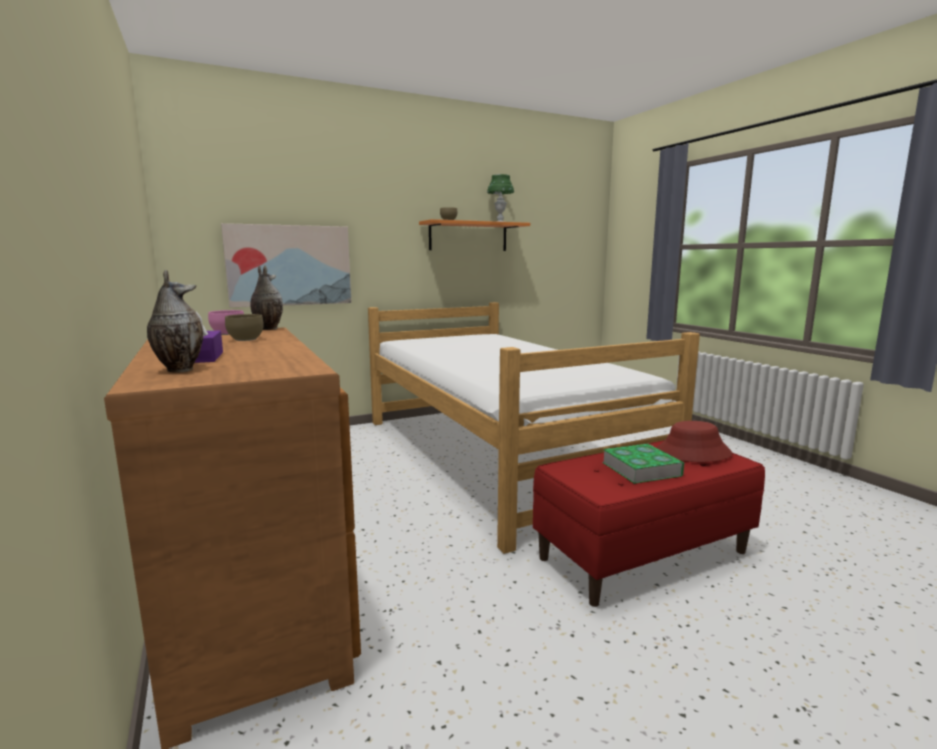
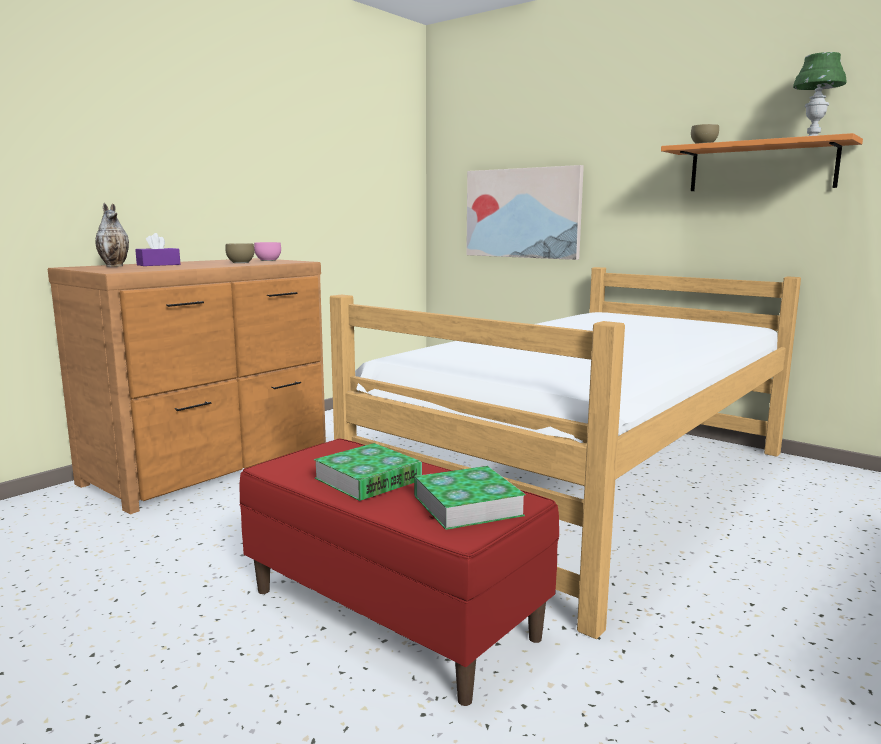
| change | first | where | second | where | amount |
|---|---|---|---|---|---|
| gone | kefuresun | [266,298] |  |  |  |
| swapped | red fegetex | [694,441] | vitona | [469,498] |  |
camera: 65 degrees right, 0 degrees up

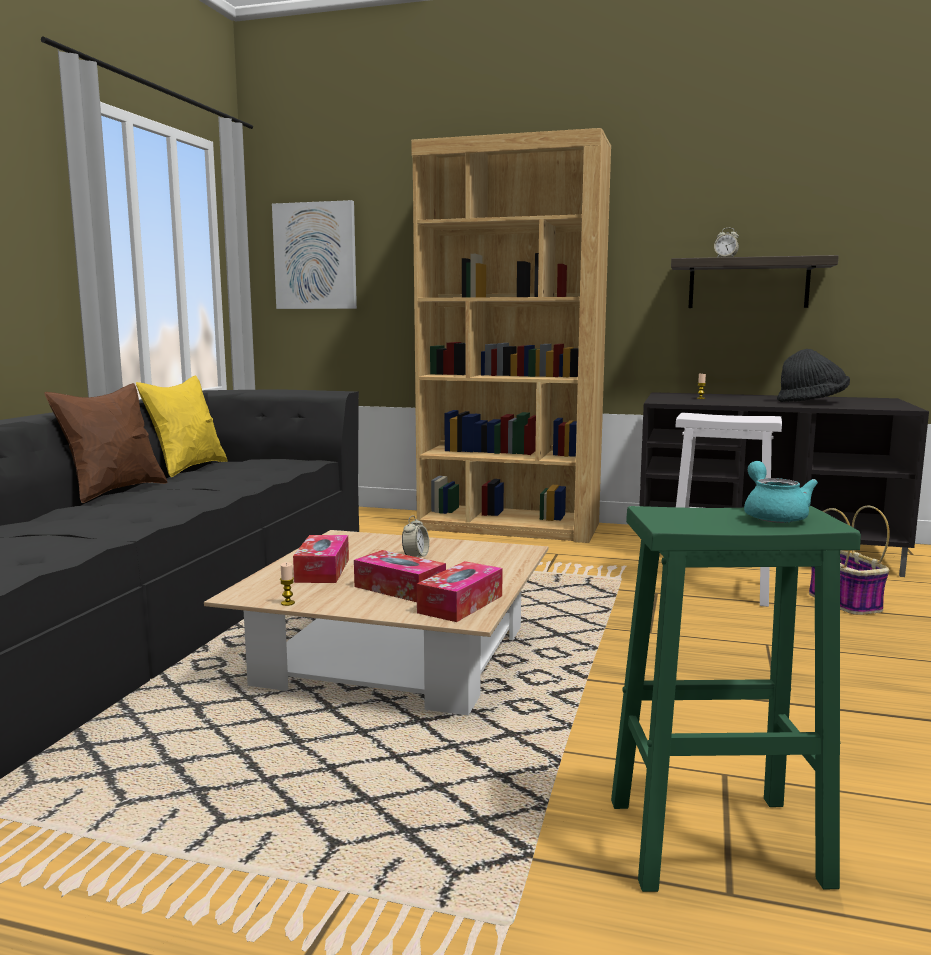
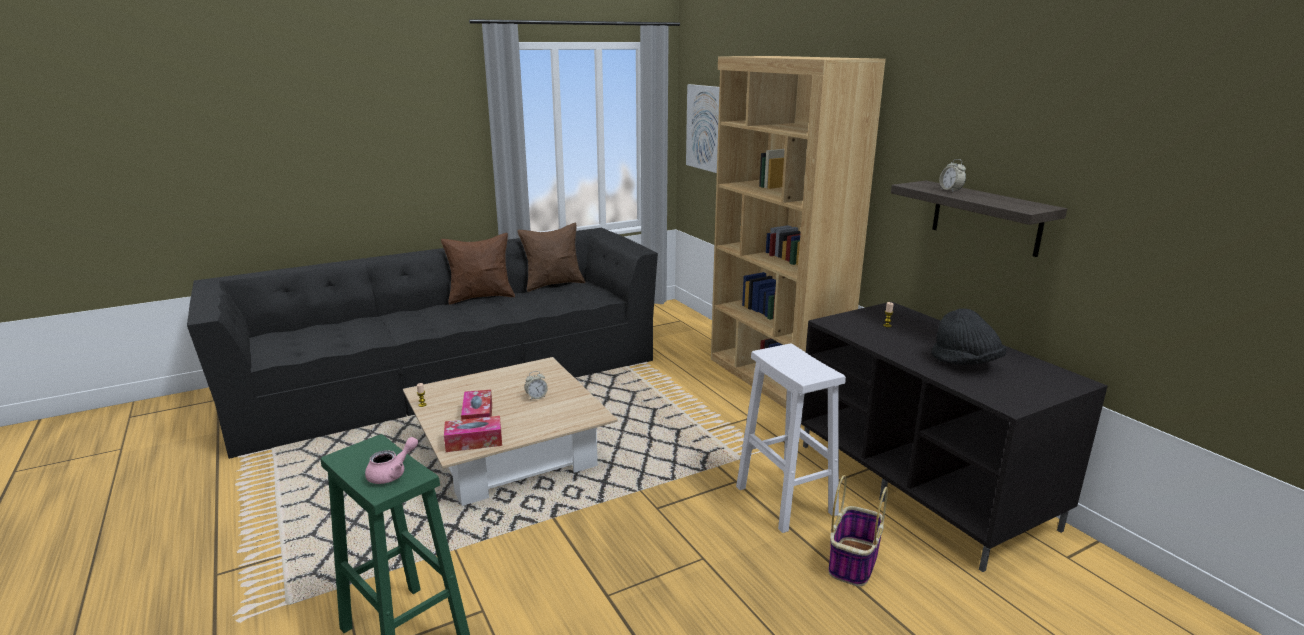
| change | first | where | second | where | amount |
|---|---|---|---|---|---|
| gone | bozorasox | [321,559] |  |  |  |
| repainted | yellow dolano | [182,426] | brown dolano | [551,257] |  |
| repainted | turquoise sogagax | [781,492] | pink sogagax | [391,460] |  |
camera: 45 degrees right, 10 degrees up

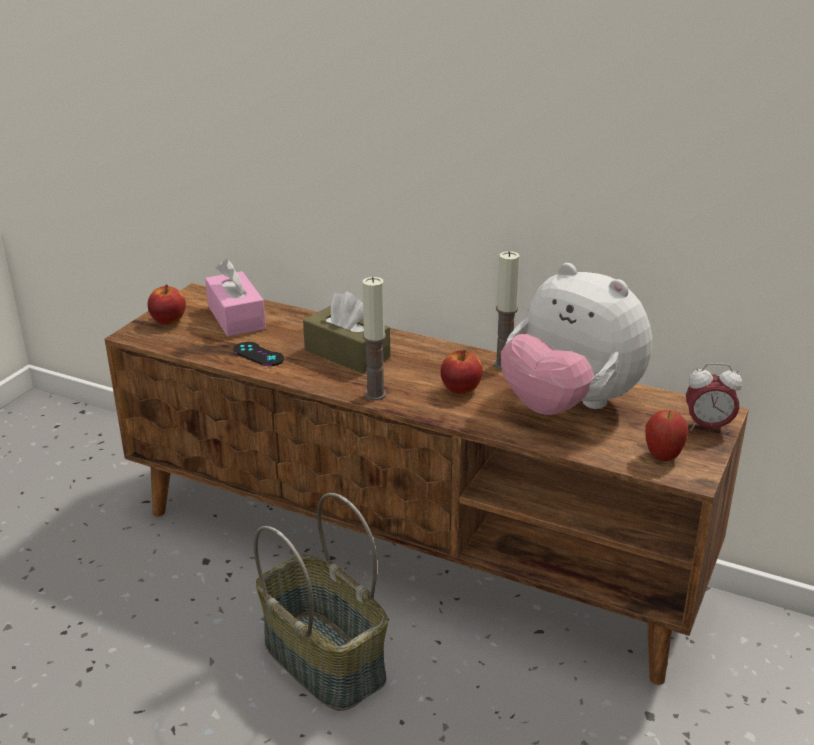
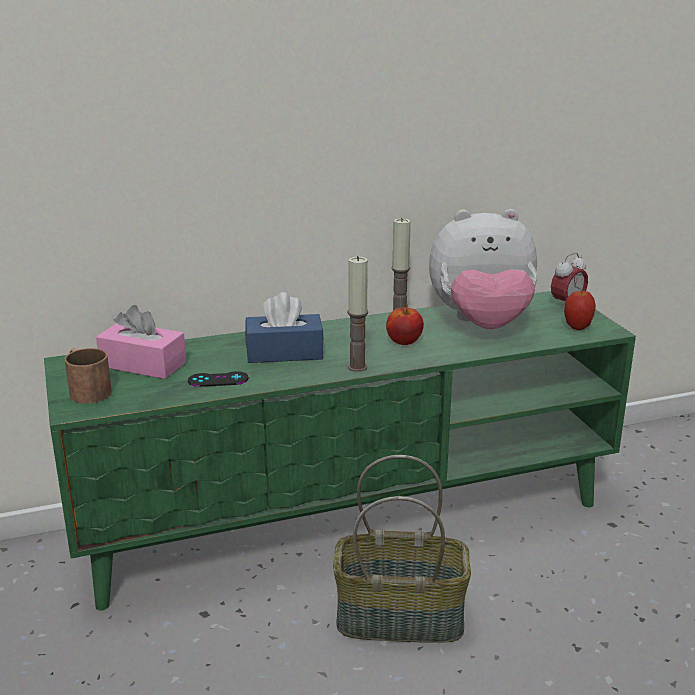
| change | first | where | second | where | amount |
|---|---|---|---|---|---|
| swapped | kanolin | [167,305] | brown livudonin | [88,375] |  |
| repainted | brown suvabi | [427,484] | green suvabi | [340,450] |  |
| repainted | brown bozorasox | [346,332] | blue bozorasox | [284,327] |  |
camera: 45 degrees left, 5 degrees down

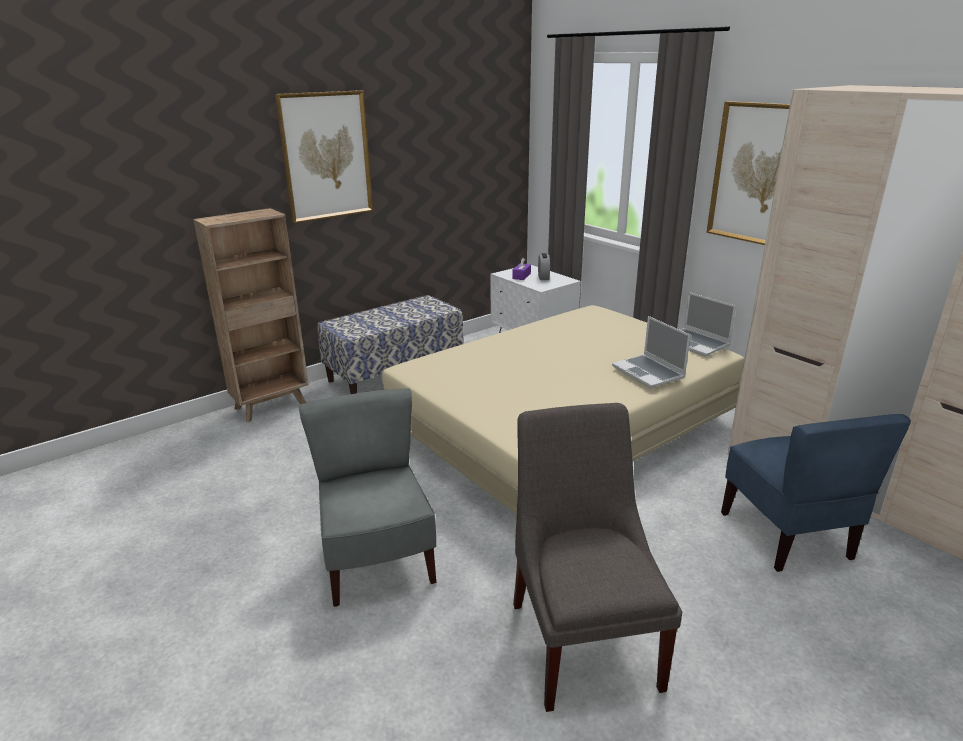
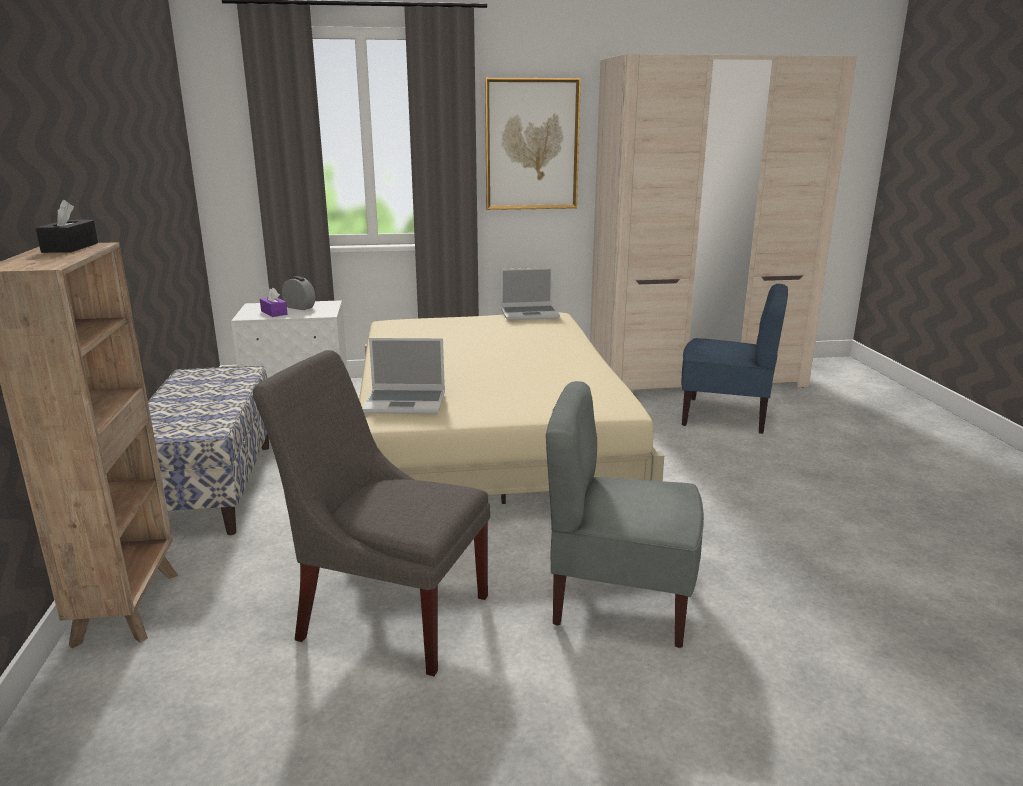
| change | first | where | second | where | amount |
|---|---|---|---|---|---|
| gone | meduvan | [324,156] |  |  |  |
| new |  |  | black bozorasox | [67,226] |  |
| shifted | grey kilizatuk | [597,557] |  | [371,513] |  |
| shifted | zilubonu | [651,352] |  | [403,376] |  |
camera: 60 degrees left, 5 degrees down

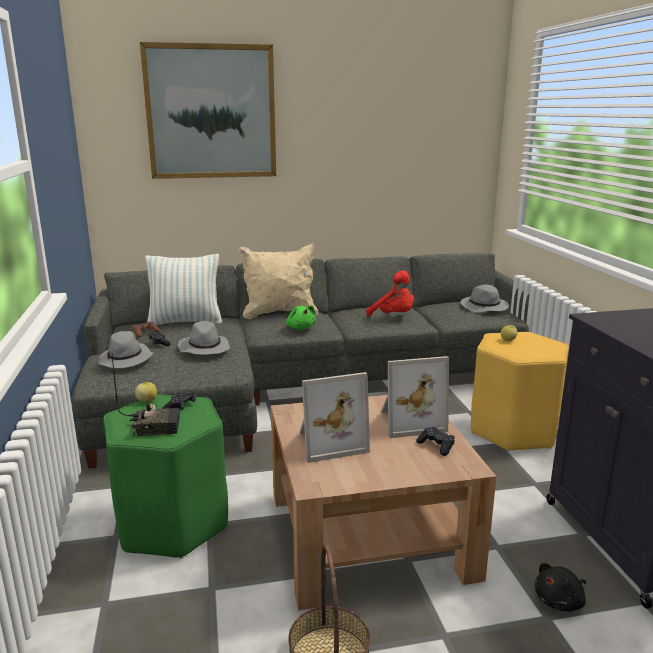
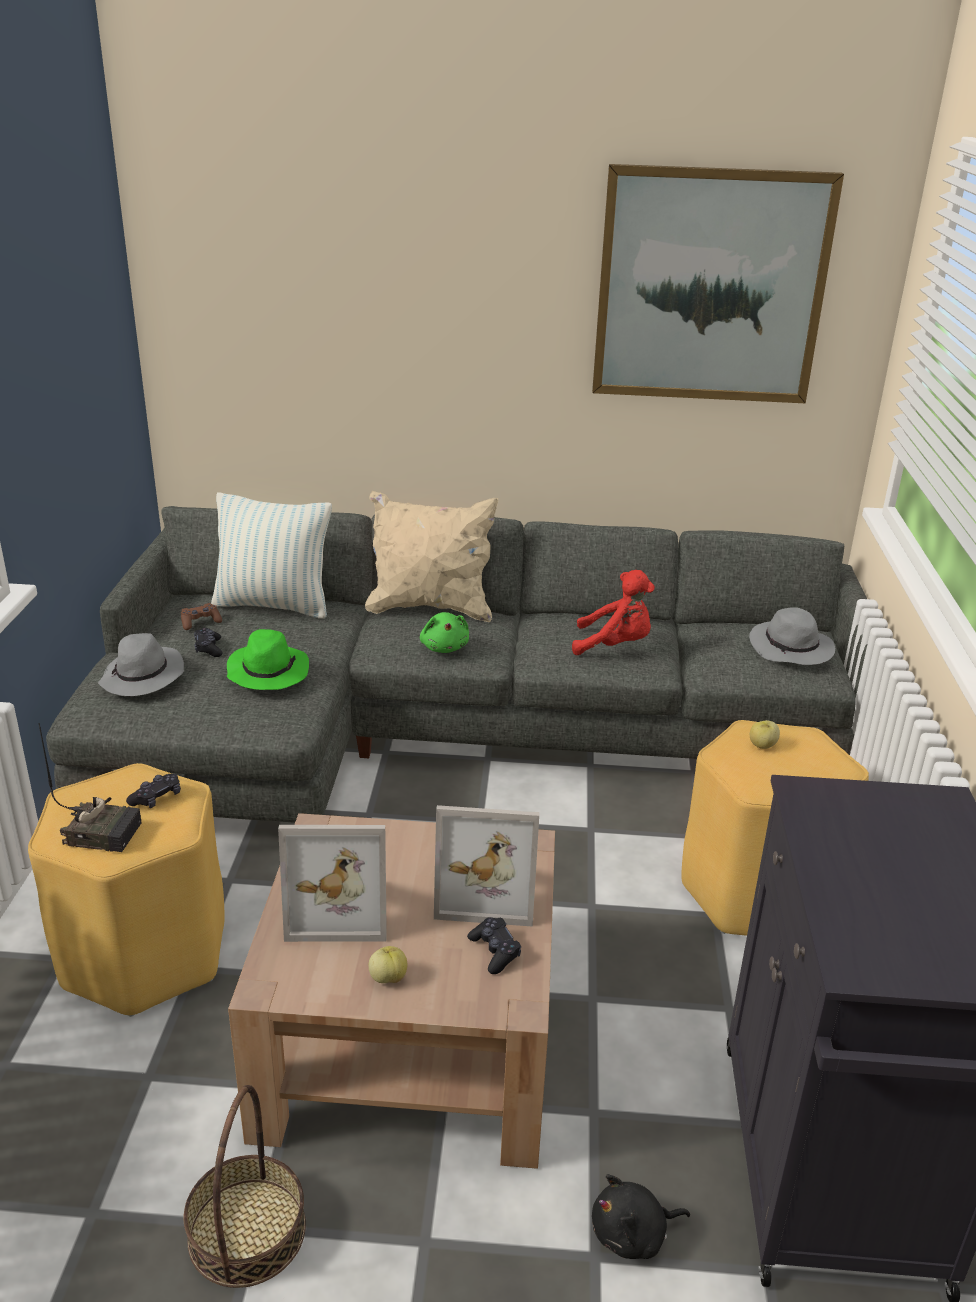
| change | first | where | second | where | amount |
|---|---|---|---|---|---|
| shifted | kanolin | [146,392] |  | [388,964] |  |
| shifted | meduvan | [208,110] |  | [718,283] |  |
| repainted | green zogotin | [165,476] | yellow zogotin | [126,890] |  |
| repainted | grey fegetex | [204,338] | green fegetex | [268,659] |  |
| rotated | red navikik | [390,293] |  | [613,612] | 45 degrees counterclockwise |
camera: 15 degrees right, 10 degrees up

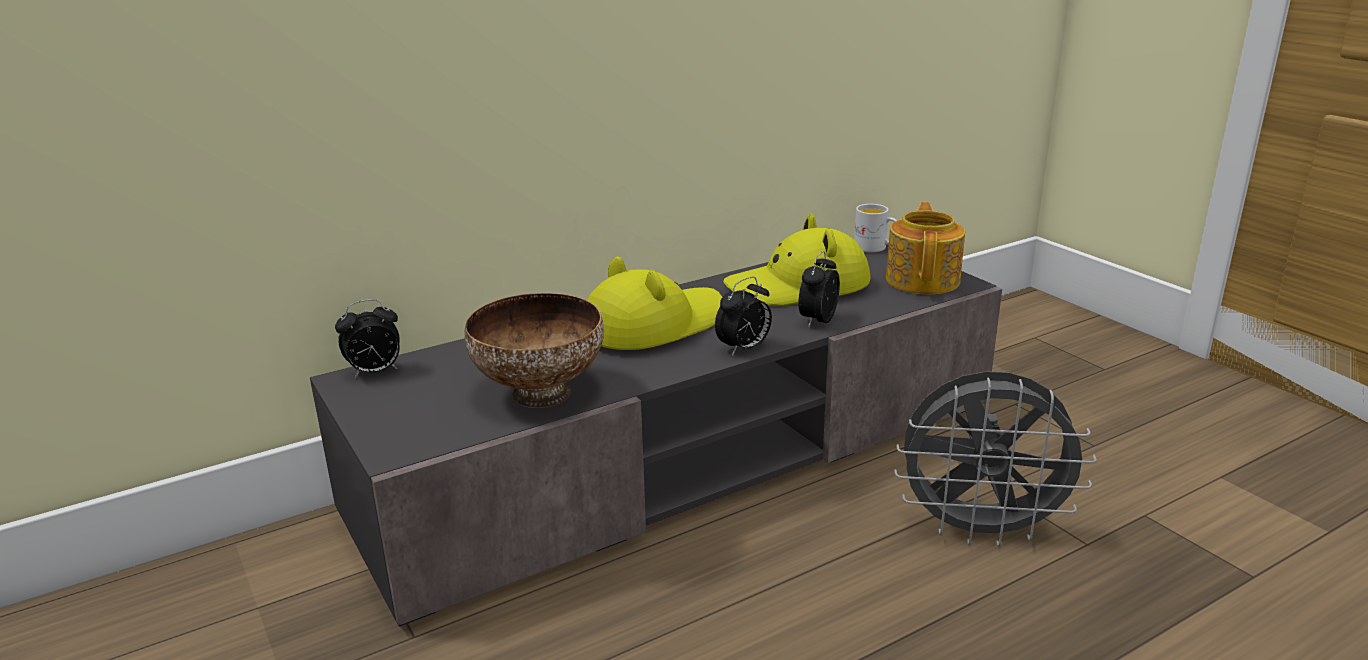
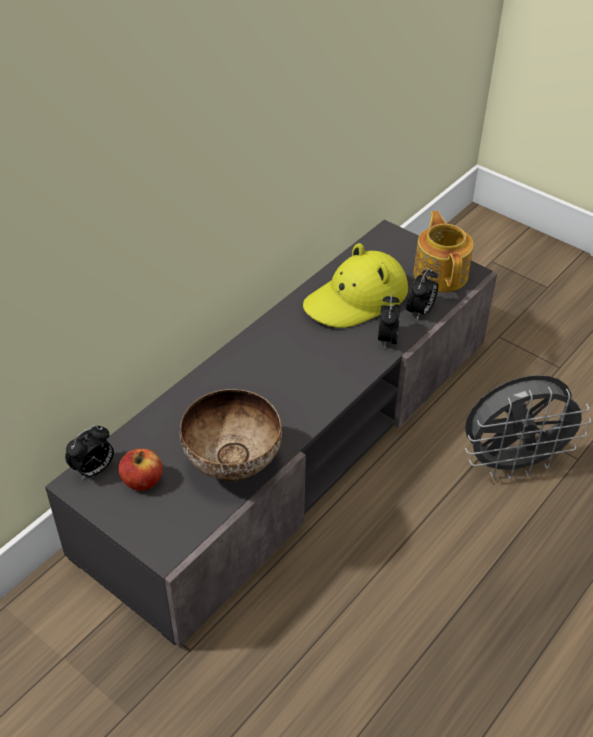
| change | first | where | second | where | amount |
|---|---|---|---|---|---|
| gone | yellow fegetex | [654,303] |  |  |  |
| gone | white livudonin | [875,228] |  |  |  |
| new |  |  | kanolin | [141,470] |  |
| shifted | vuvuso | [743,316] |  | [422,293] |  |
camera: 20 degrees left, 20 degrees up

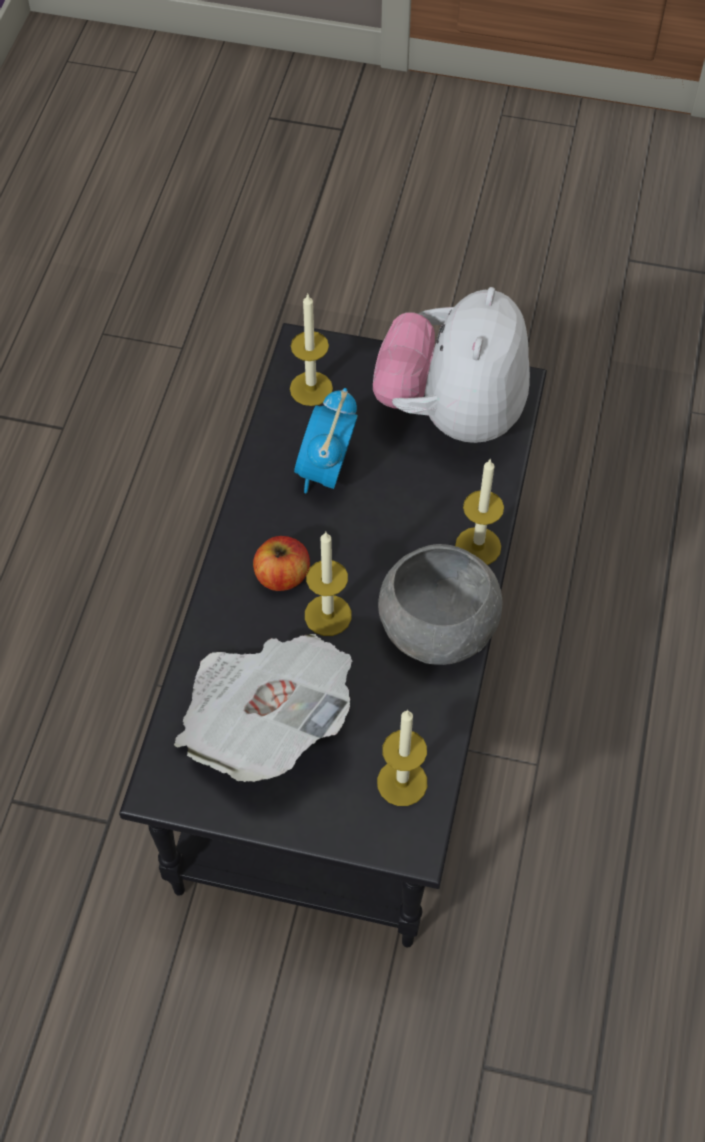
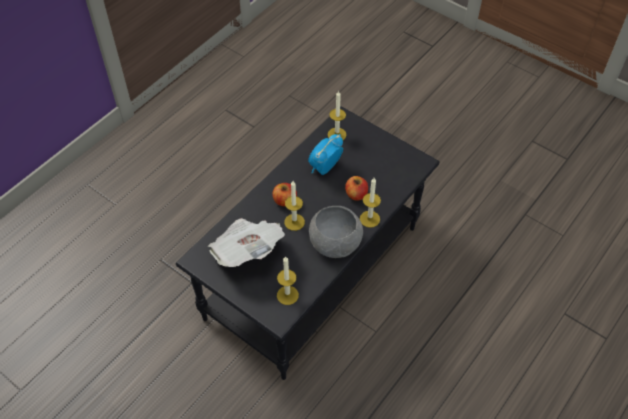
| change | first | where | second | where | amount |
|---|---|---|---|---|---|
| gone | navikik | [451,365] |  |  |  |
| new |  |  | kanolin | [356,188] |  |
camera: 25 degrees right, 5 degrees down

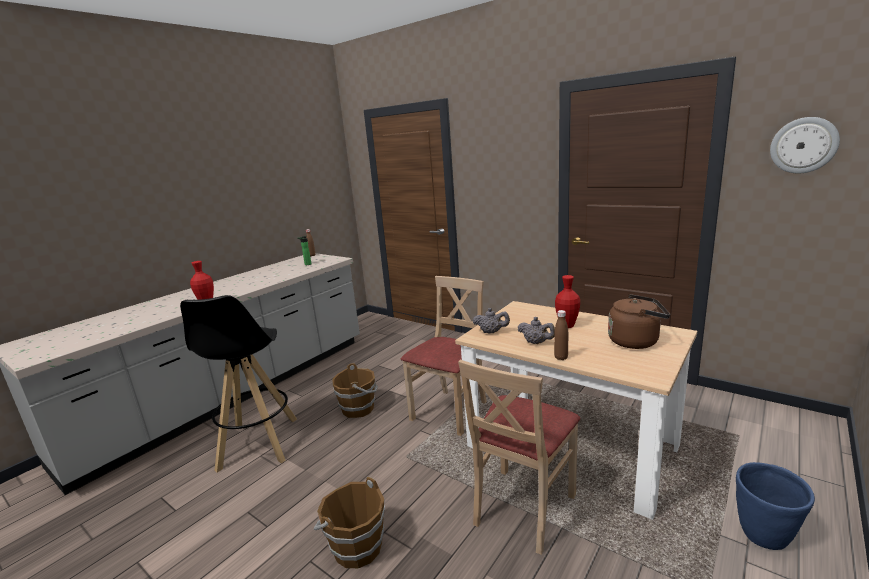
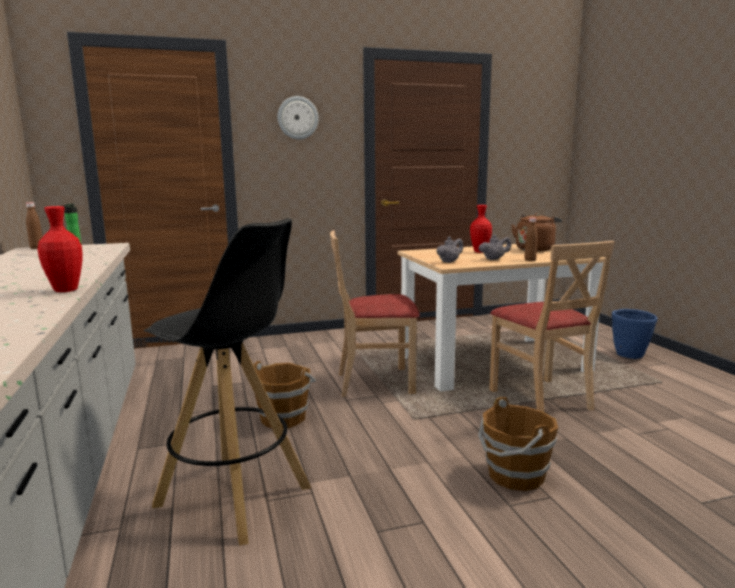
| change | first | where | second | where | amount |
|---|---|---|---|---|---|
| shifted | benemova | [805,145] |  | [298,117] |  |
| rotated | beige kilizatuk | [444,356] |  | [375,313] | 75 degrees counterclockwise |
camera: 55 degrees left, 5 degrees down

